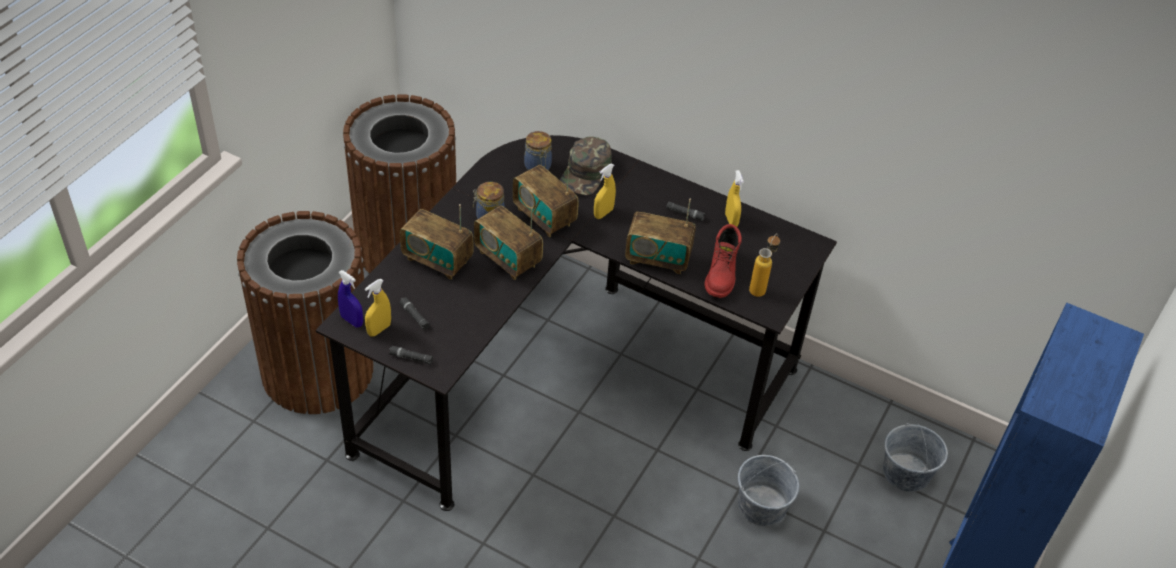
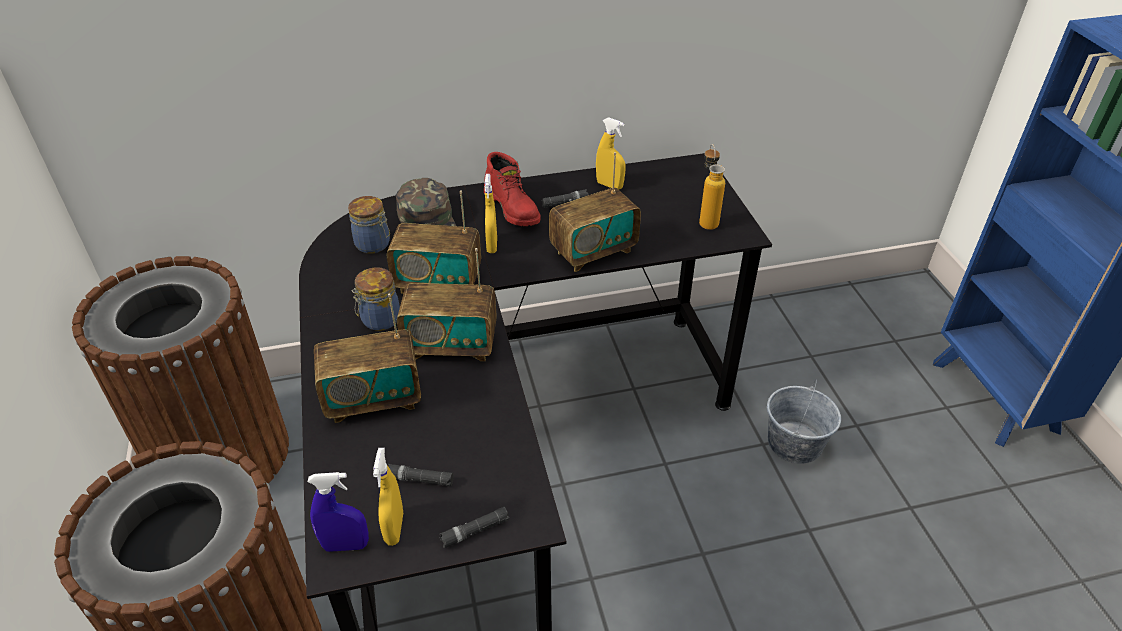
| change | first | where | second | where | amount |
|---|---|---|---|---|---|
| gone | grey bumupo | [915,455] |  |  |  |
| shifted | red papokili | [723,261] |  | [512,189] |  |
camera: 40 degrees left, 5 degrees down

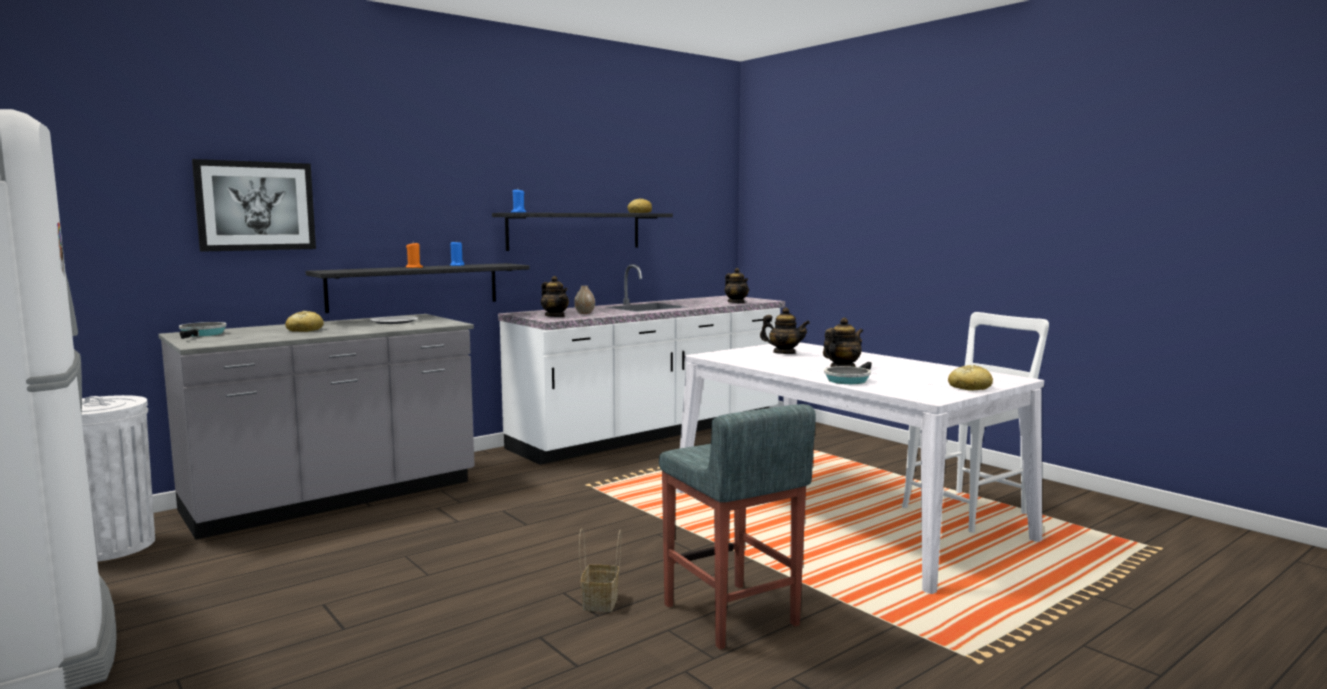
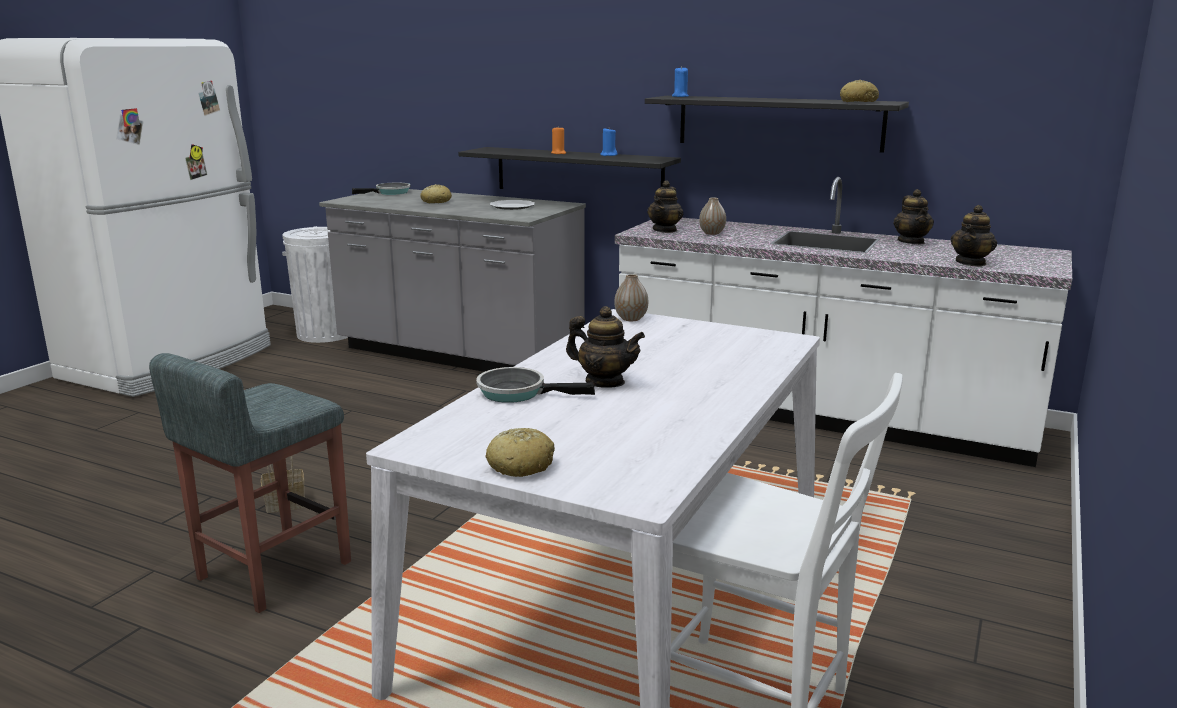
| change | first | where | second | where | amount |
|---|---|---|---|---|---|
| gone | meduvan | [254,205] |  |  |  |
| new |  |  | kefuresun | [631,297] |  |
| shifted | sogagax | [785,330] |  | [913,216] |  |
camera: 65 degrees right, 10 degrees up

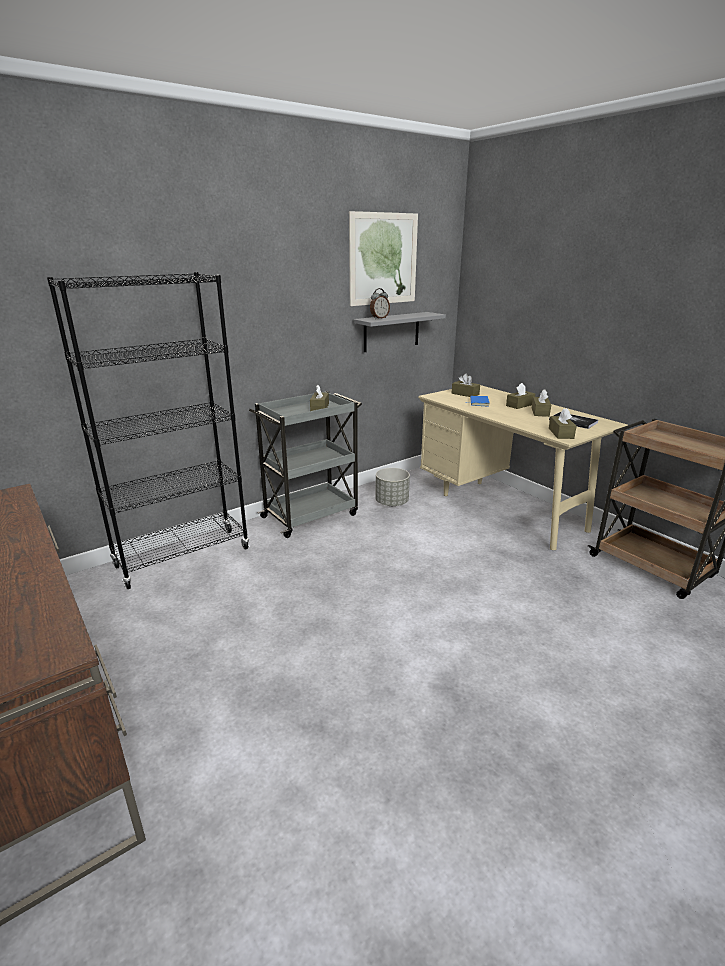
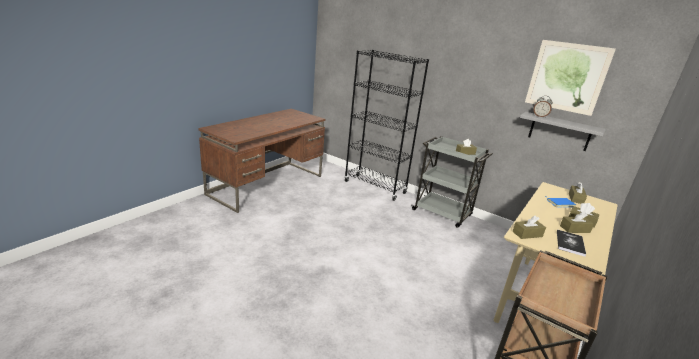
| change | first | where | second | where | amount |
|---|---|---|---|---|---|
| gone | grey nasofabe | [392,487] |  |  |  |
camera: 70 degrees right, 0 degrees up

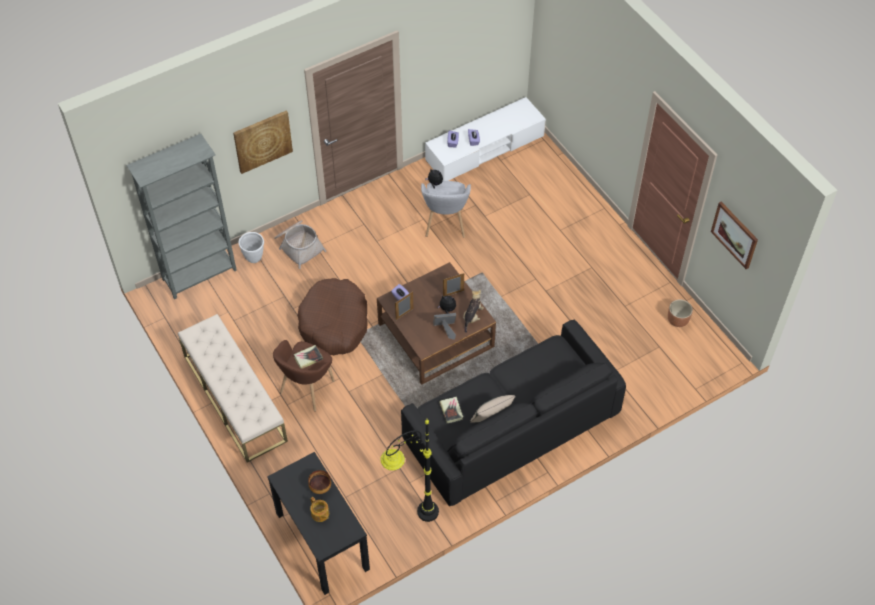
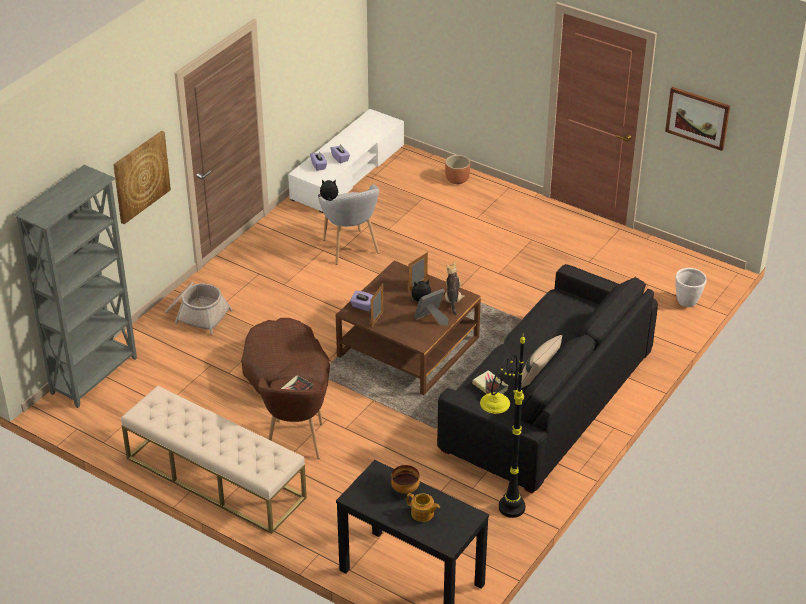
| change | first | where | second | where | amount |
|---|---|---|---|---|---|
| shifted | white nasofabe | [251,247] |  | [691,287] |  |
| shifted | brown nasofabe | [680,313] |  | [457,169] |  |
camera: 25 degrees left, 15 degrees down

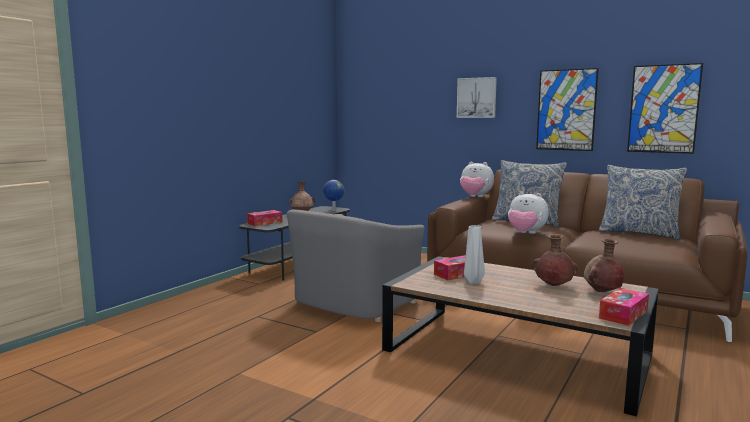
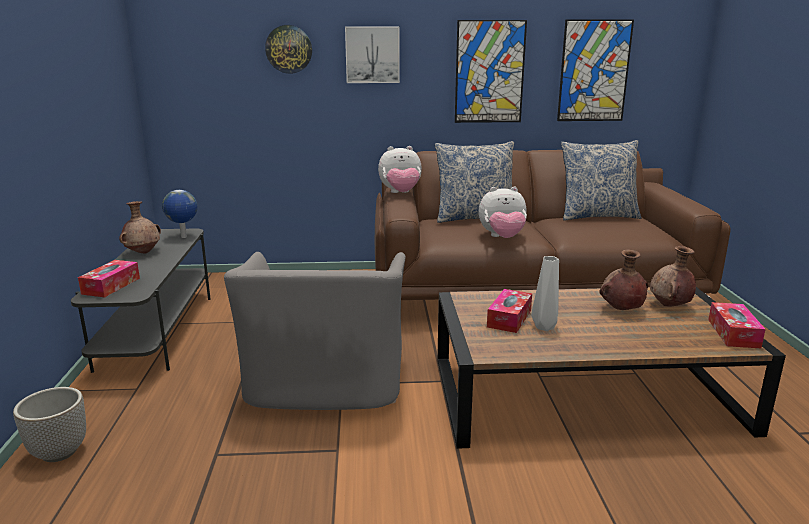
| change | first | where | second | where | amount |
|---|---|---|---|---|---|
| new |  |  | nasofabe | [49,424] |  |
| new |  |  | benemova | [288,49] |  |
camera: 35 degrees left, 10 degrees up

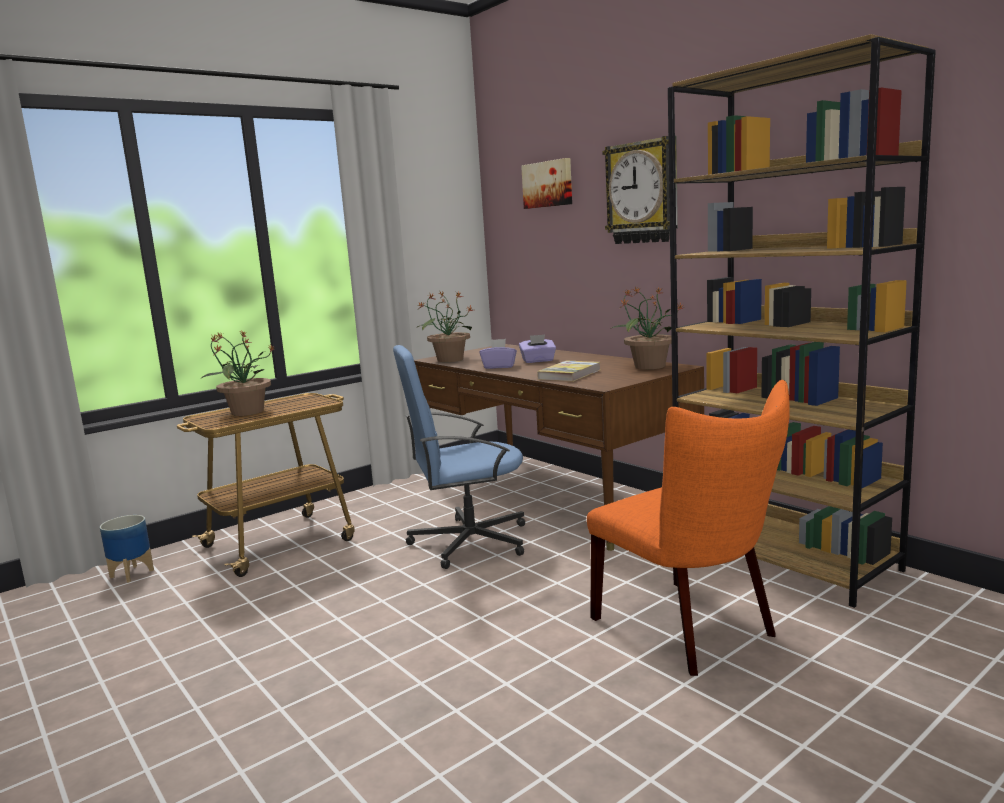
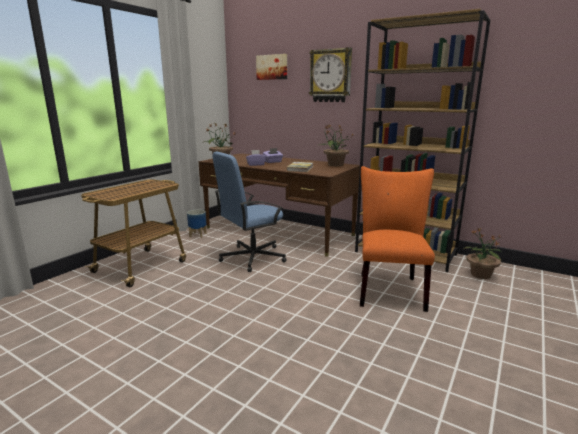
| change | first | where | second | where | amount |
|---|---|---|---|---|---|
| shifted | nasofabe | [127,549] |  | [197,224] |  |
| shifted | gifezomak | [238,374] |  | [482,253] |  |
| rotated | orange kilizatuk | [688,528] |  | [397,239] | 120 degrees counterclockwise |
camera: 20 degrees left, 5 degrees up

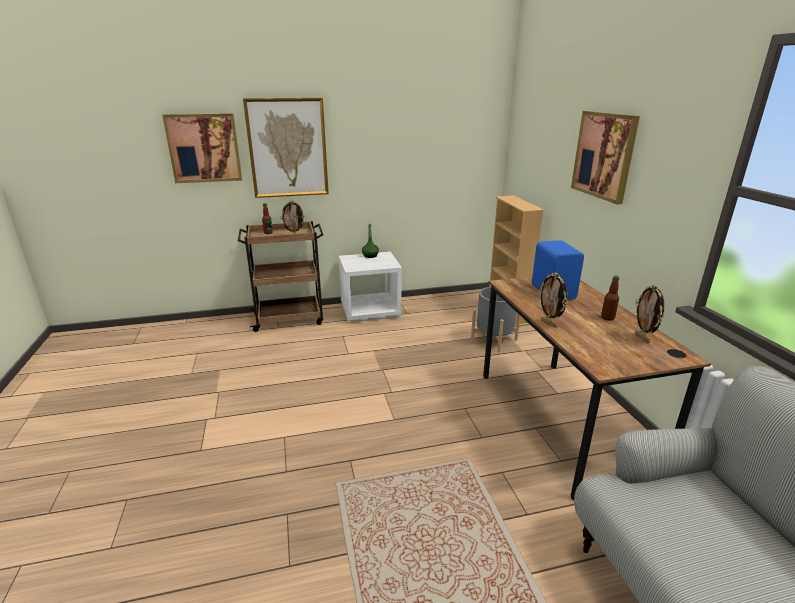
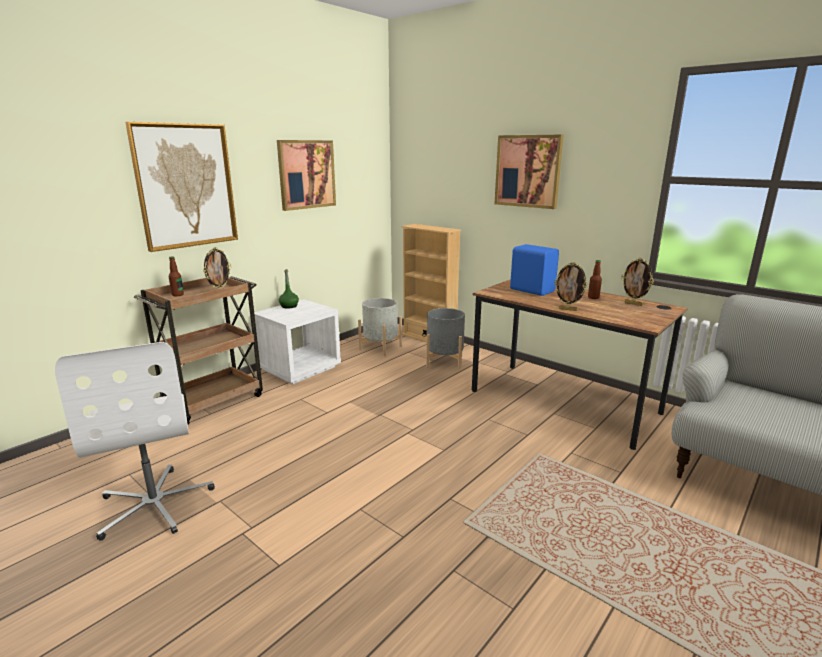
| change | first | where | second | where | amount |
|---|---|---|---|---|---|
| new |  |  | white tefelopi | [135,441] |  |
| new |  |  | grey nasofabe | [380,327] |  |
| shifted | meduvan | [202,148] |  | [306,175] |  |
camera: 35 degrees left, 5 degrees down

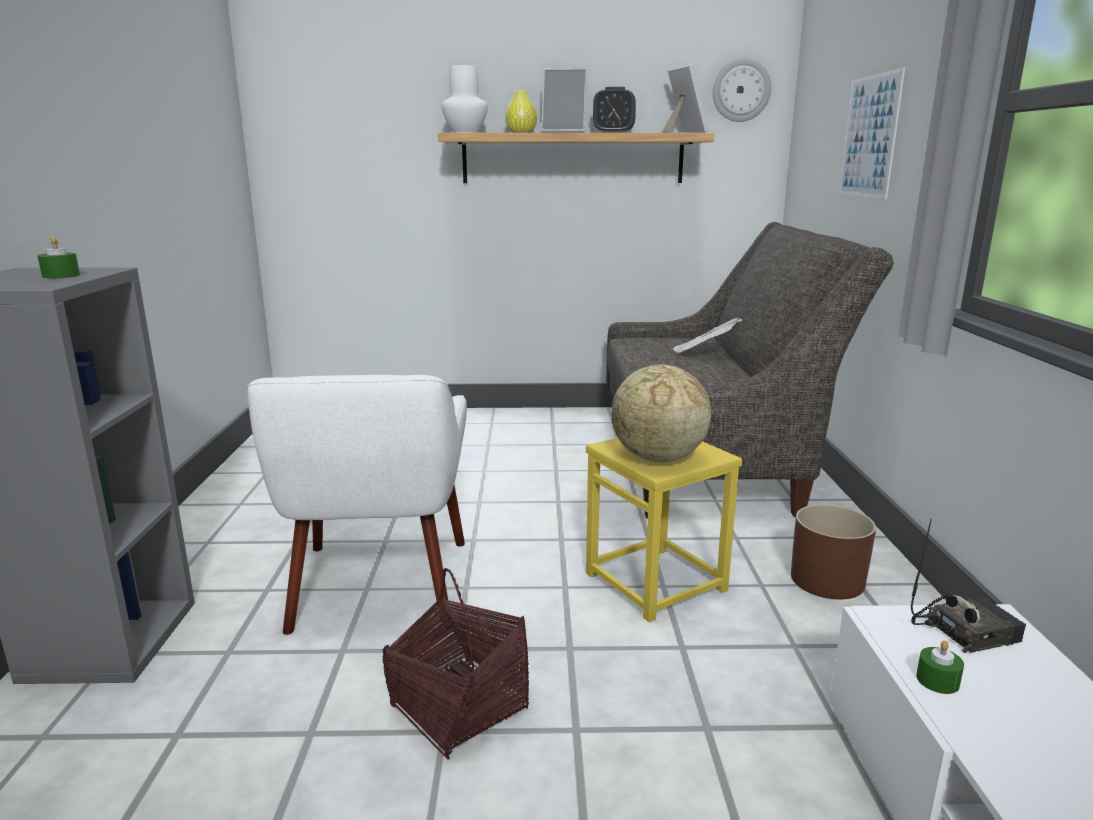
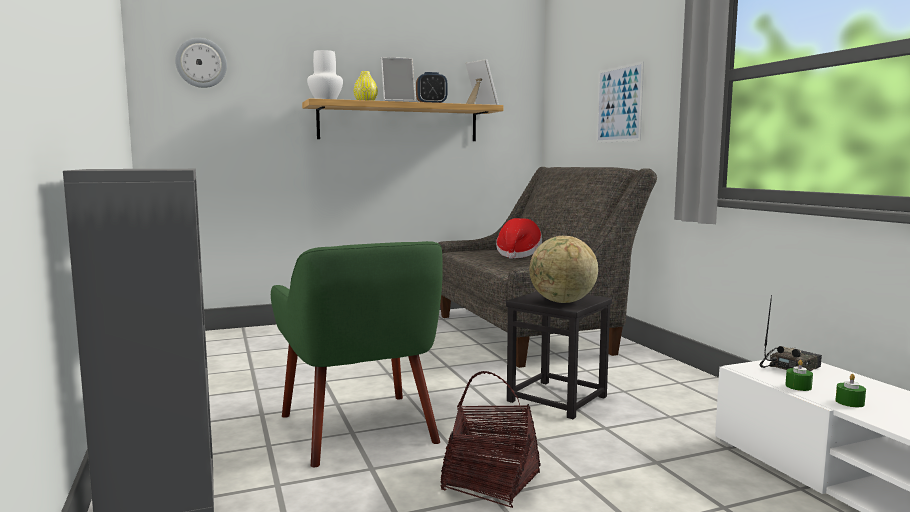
| change | first | where | second | where | amount |
|---|---|---|---|---|---|
| gone | brown nasofabe | [833,552] |  |  |  |
| shifted | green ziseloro | [58,257] |  | [850,390] |  |
| shifted | benemova | [742,90] |  | [201,63] |  |
| swapped | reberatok | [707,335] | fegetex | [519,238] |  |
| repainted | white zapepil | [357,505] | green zapepil | [357,354] |  |
| repainted | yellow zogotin | [664,530] | black zogotin | [559,355] |  |
camera: 20 degrees left, 10 degrees down

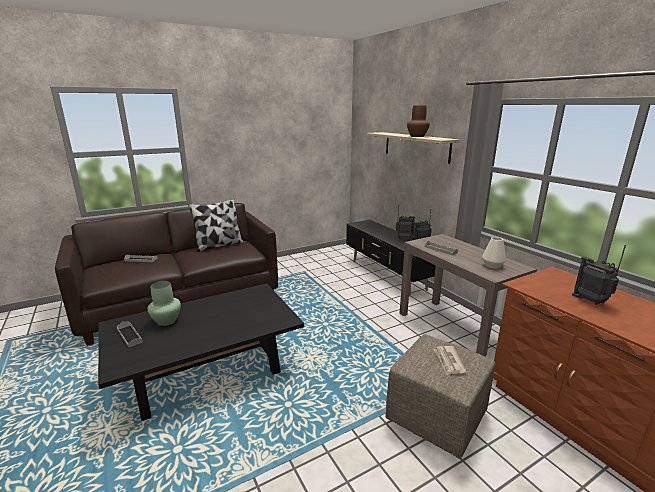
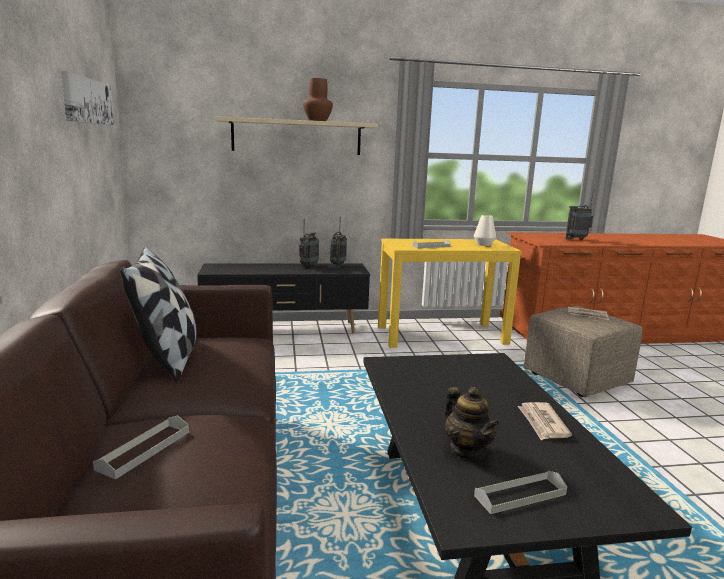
| change | first | where | second | where | amount |
|---|---|---|---|---|---|
| new |  |  | meduvan | [87,98] |  |
| new |  |  | reberatok | [545,421] |  |
| swapped | green kefuresun | [164,303] | sogagax | [472,423] |  |
| repainted | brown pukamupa | [468,295] | yellow pukamupa | [450,293] |  |
camera: 70 degrees left, 5 degrees down

